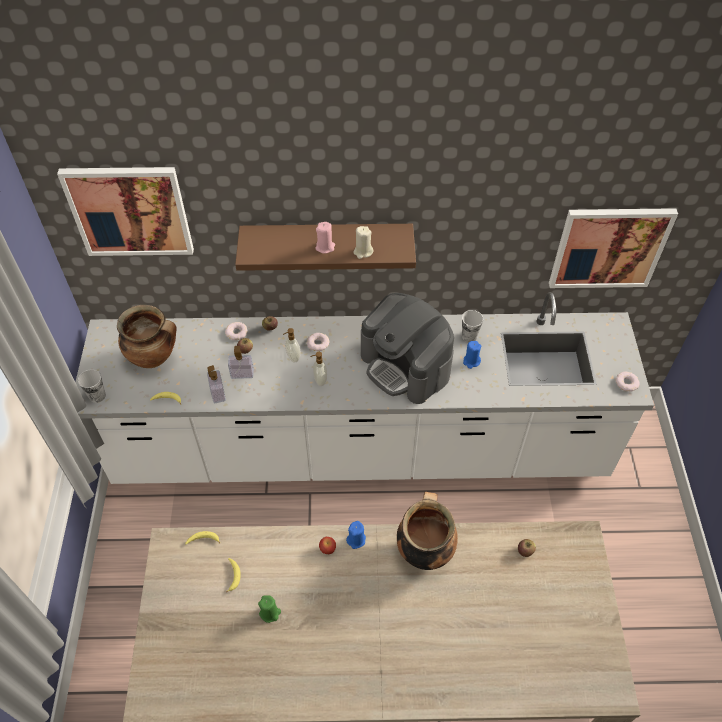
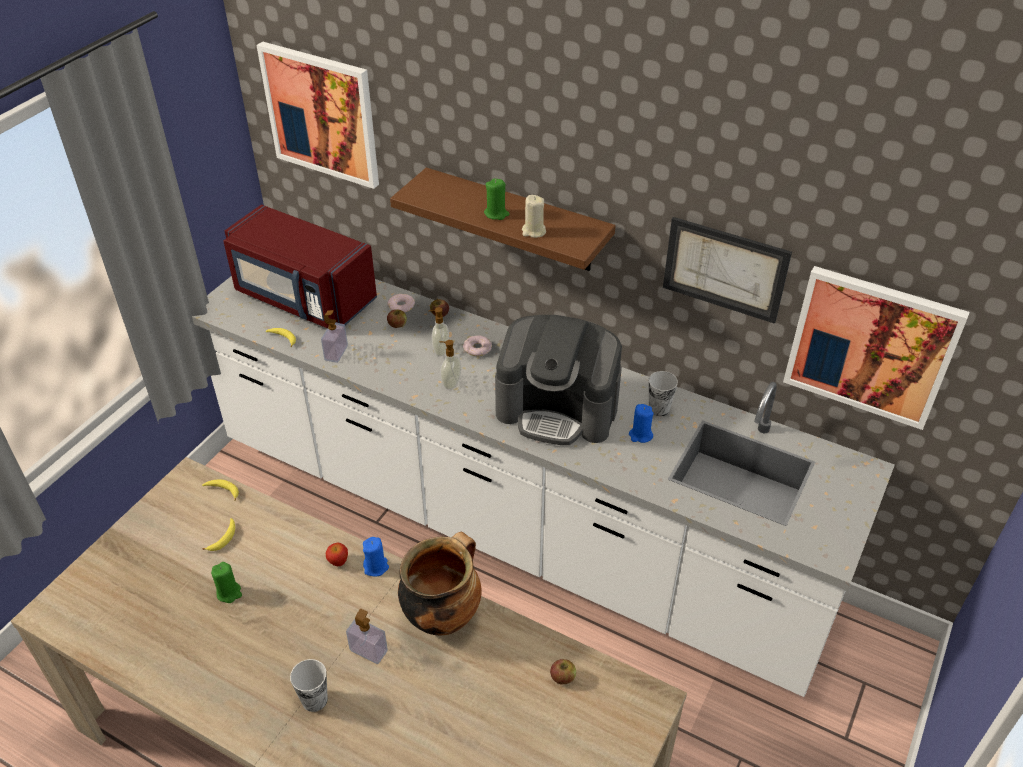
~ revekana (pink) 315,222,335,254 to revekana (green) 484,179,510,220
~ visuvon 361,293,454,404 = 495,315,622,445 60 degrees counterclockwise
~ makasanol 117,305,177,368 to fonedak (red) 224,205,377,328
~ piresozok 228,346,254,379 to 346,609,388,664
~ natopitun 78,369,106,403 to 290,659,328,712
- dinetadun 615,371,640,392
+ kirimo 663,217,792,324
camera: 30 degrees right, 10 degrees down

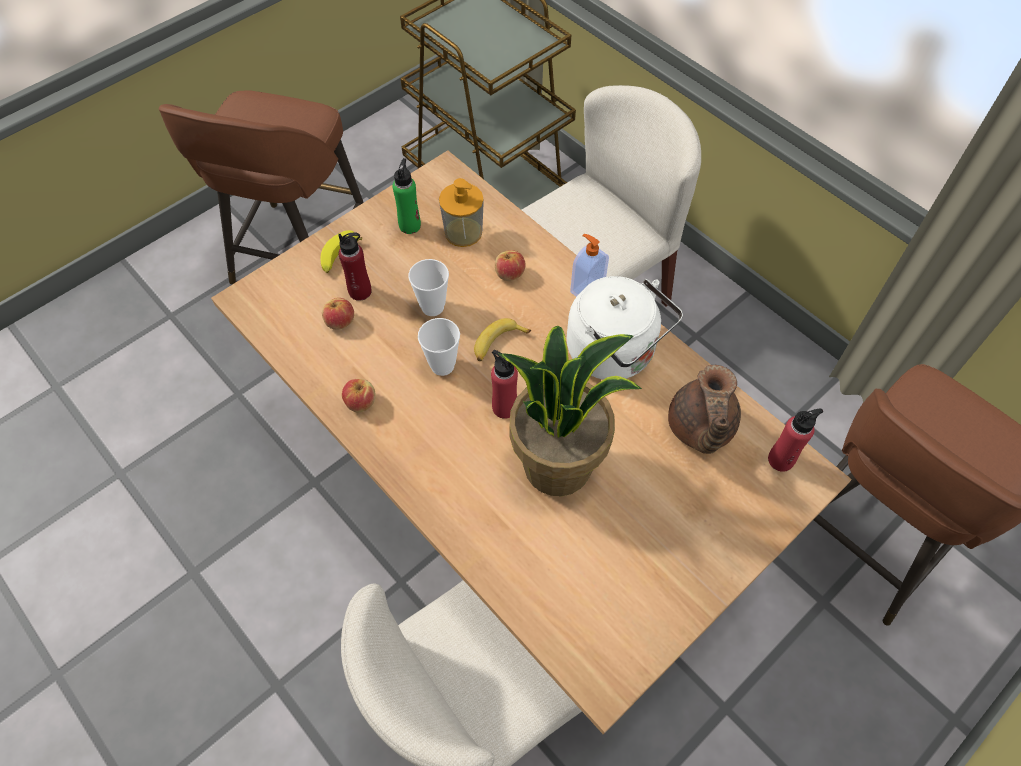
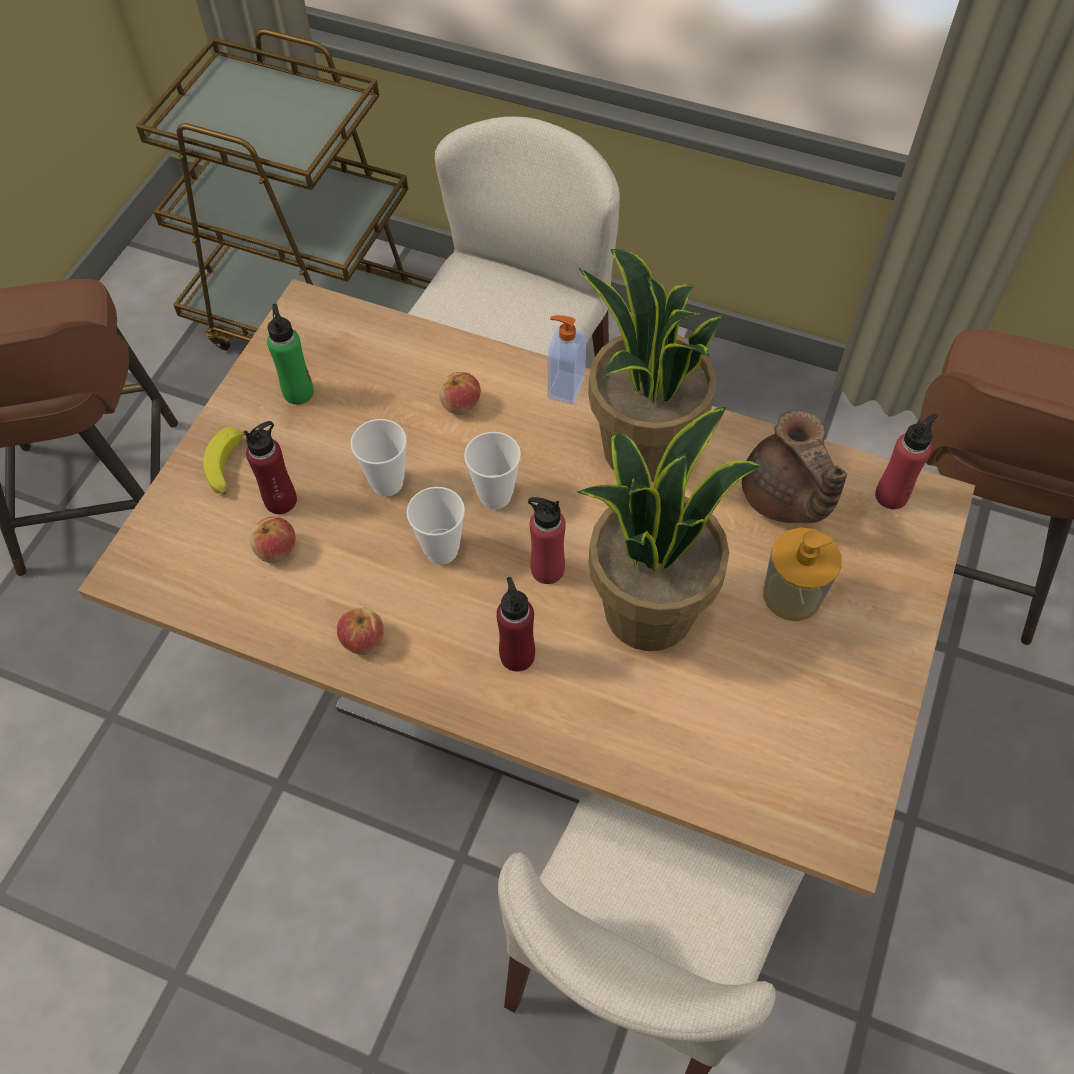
~ piresozok 439,178,484,247 to 763,527,841,621
~ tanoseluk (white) 567,276,683,380 to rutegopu 578,249,723,482
~ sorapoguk 474,318,531,361 to natopitun 464,432,521,509
+ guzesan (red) 496,577,535,672
camera: 25 degrees left, 0 degrees up

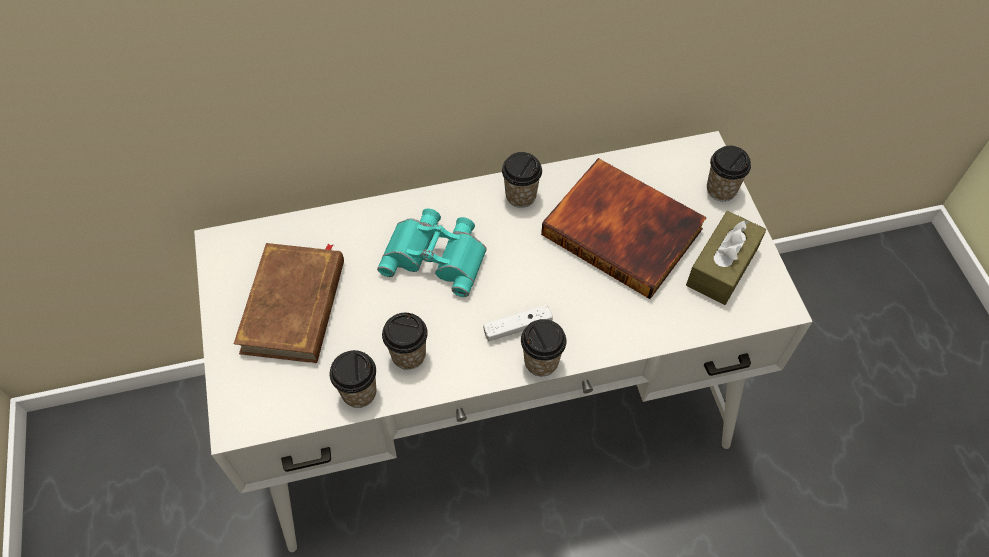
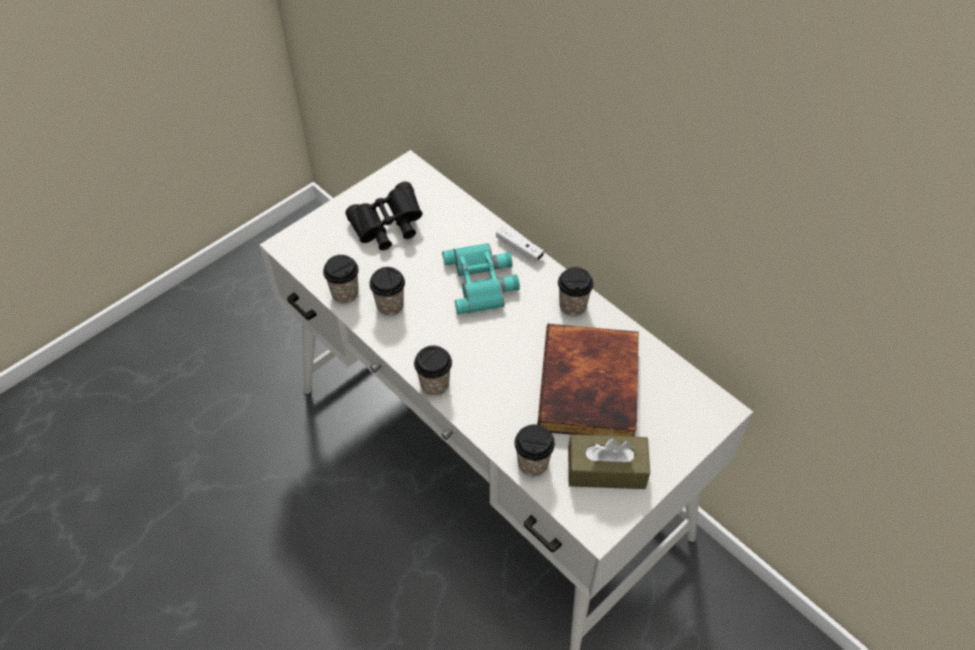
~ natopitun 707,146,751,201 to 515,424,555,476
~ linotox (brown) 234,243,344,363 to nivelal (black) 345,182,423,250
~ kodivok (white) 483,304,553,341 to 496,225,544,261
camera: 60 degrees right, 5 degrees down

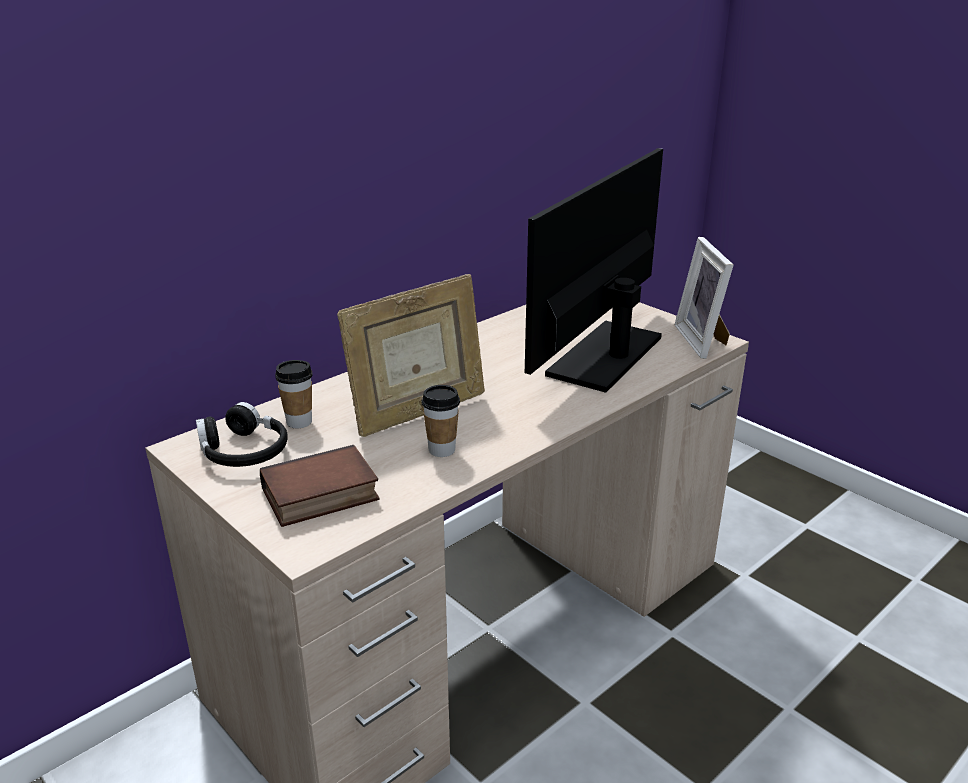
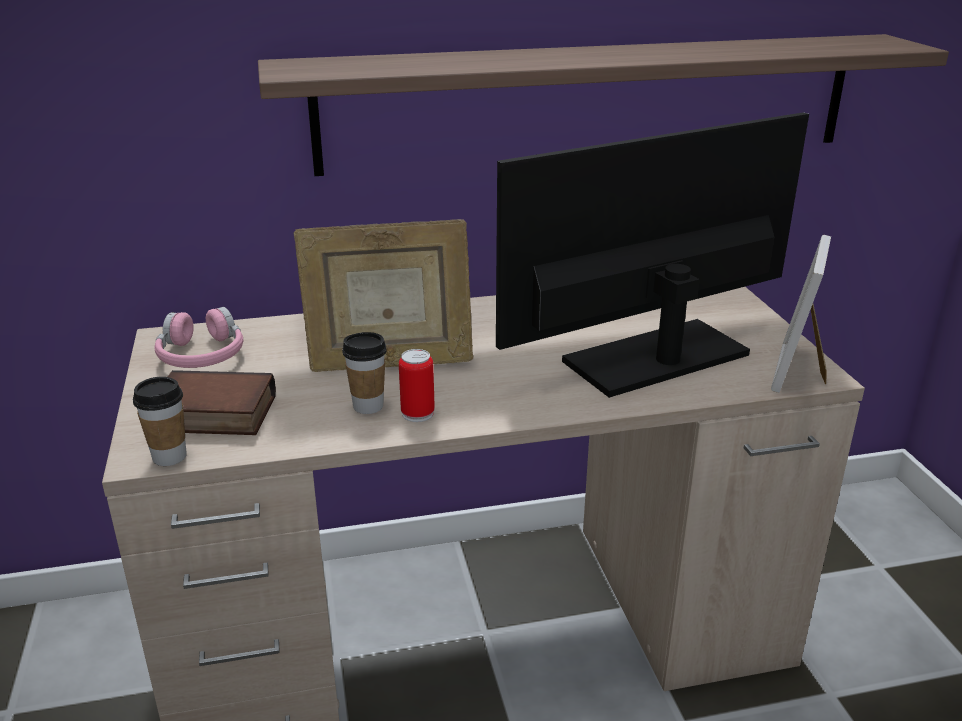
~ natopitun 275,360,313,428 to 133,377,187,466
~ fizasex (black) 196,402,288,467 to fizasex (pink) 154,307,244,368
+ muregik 258,34,949,176
+ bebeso 399,349,435,422
camera: 30 degrees right, 0 degrees up

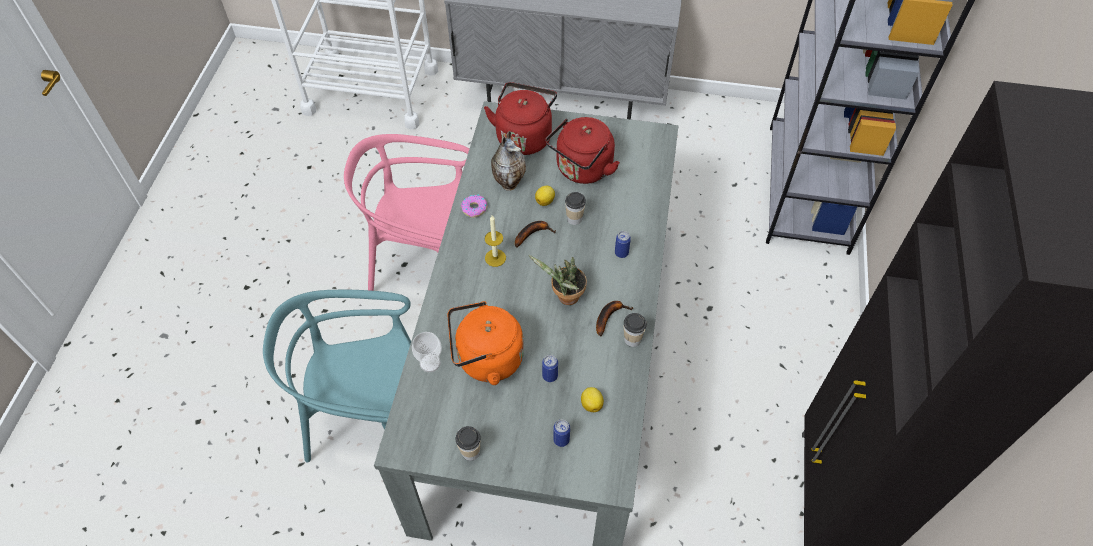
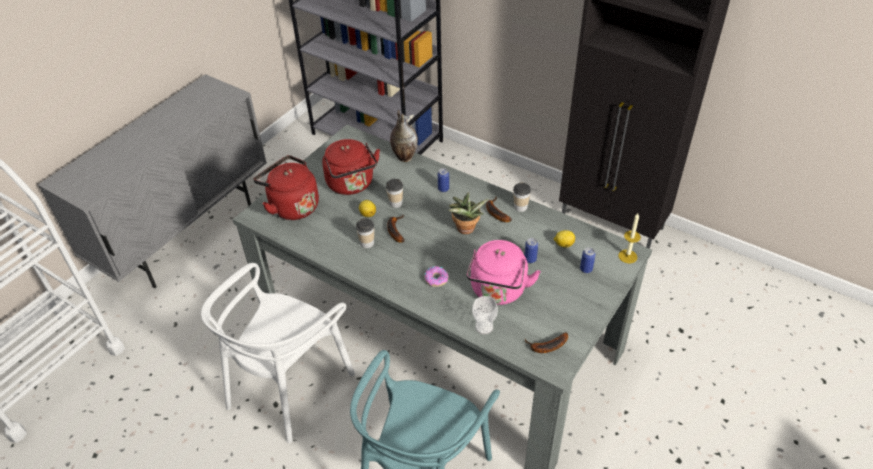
~ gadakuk 491,131,526,191 to 390,110,418,162
~ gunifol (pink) 344,134,469,291 to gunifol (white) 201,263,355,443
~ dinetadun 461,195,487,218 to 424,266,449,287
~ revekana 485,216,506,267 to 618,213,641,263
~ tanoseluk (orange) 447,301,524,385 to tanoseluk (pink) 466,240,541,305
~ natopitun 456,426,481,461 to 356,218,374,249
+ sorapoguk 525,332,568,353
camera: 65 degrees left, 10 degrees down

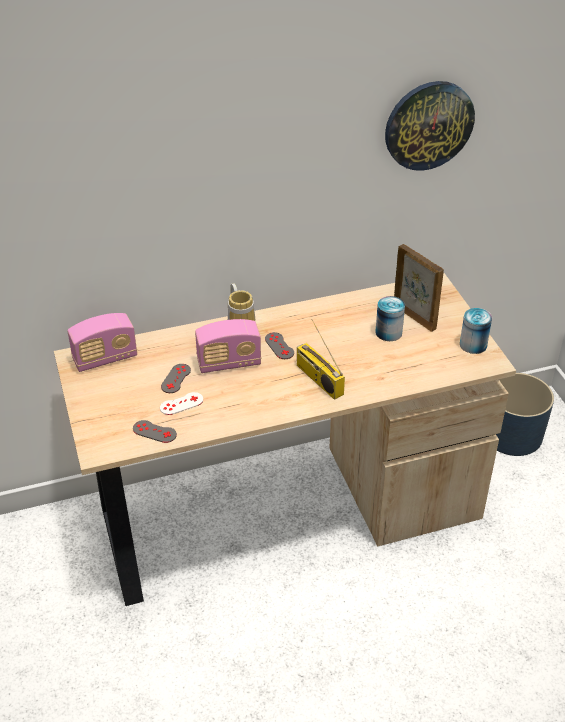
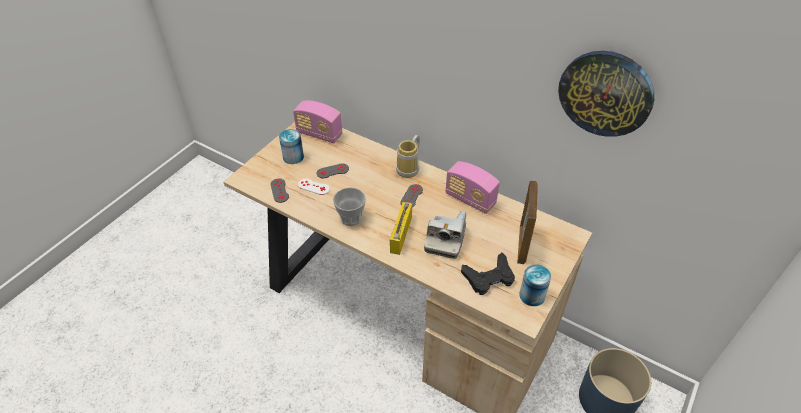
~ bebeso 375,296,405,341 to 279,129,304,164
~ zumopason 195,319,261,373 to 445,161,500,214
+ natopitun 333,187,366,226
+ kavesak 424,211,466,259
+ kodivok (black) 461,253,515,295
camera: 50 degrees right, 5 degrees up

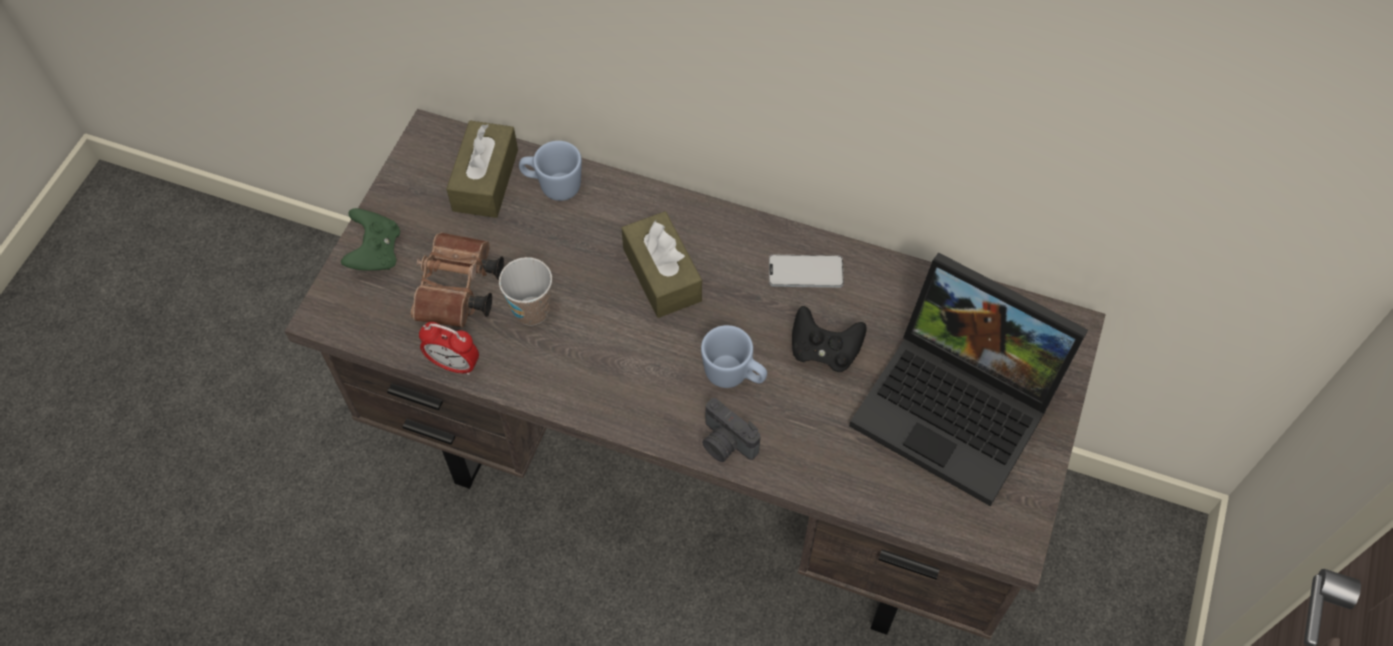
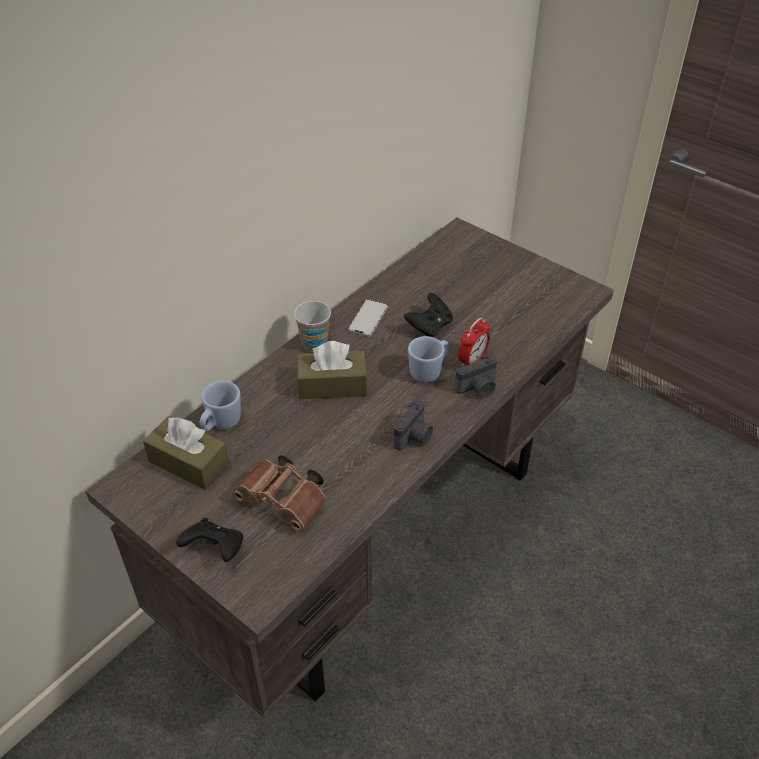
~ kodivok (green) 341,208,400,271 to kodivok (black) 176,518,243,562
- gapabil 849,253,1088,506
~ natopitun 499,257,552,326 to 294,301,331,352
~ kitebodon 419,322,479,375 to 458,317,490,367
+ kavesak 393,400,433,451
camera: 70 degrees left, 15 degrees down

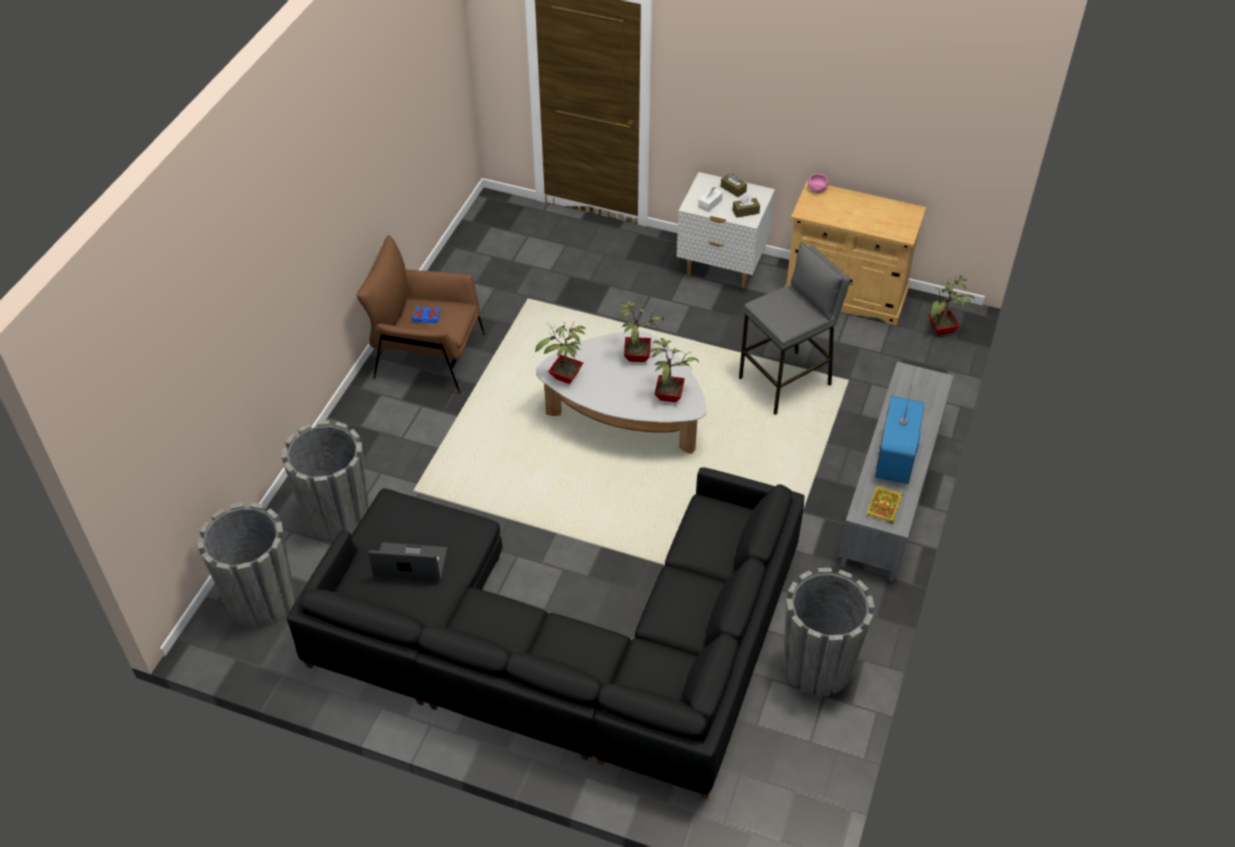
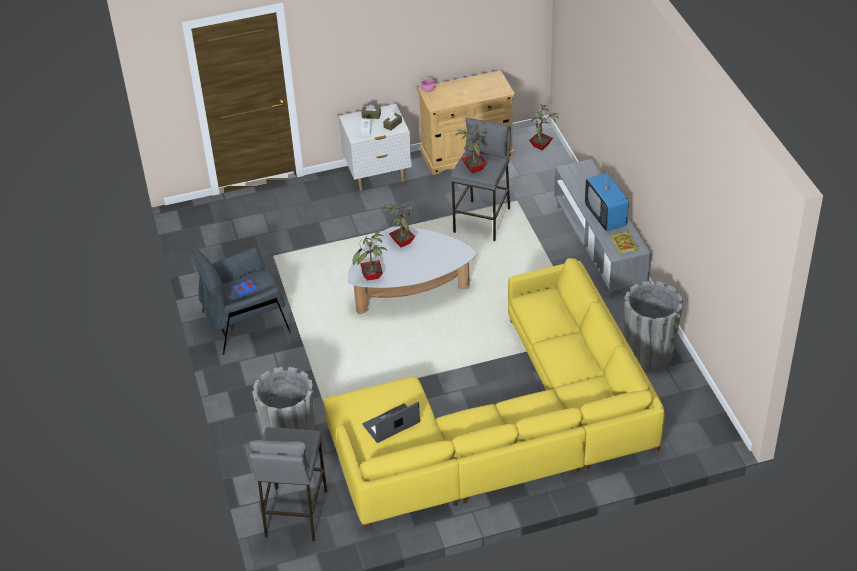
~ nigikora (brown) 356,235,485,394 to nigikora (grey) 188,245,291,355
~ rutegopu 650,338,699,402 to 456,130,487,173
~ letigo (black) 287,467,805,800 to letigo (yellow) 323,258,665,530
~ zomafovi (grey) 197,502,295,628 to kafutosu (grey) 249,427,327,542
camera: 35 degrees left, 5 degrees down

